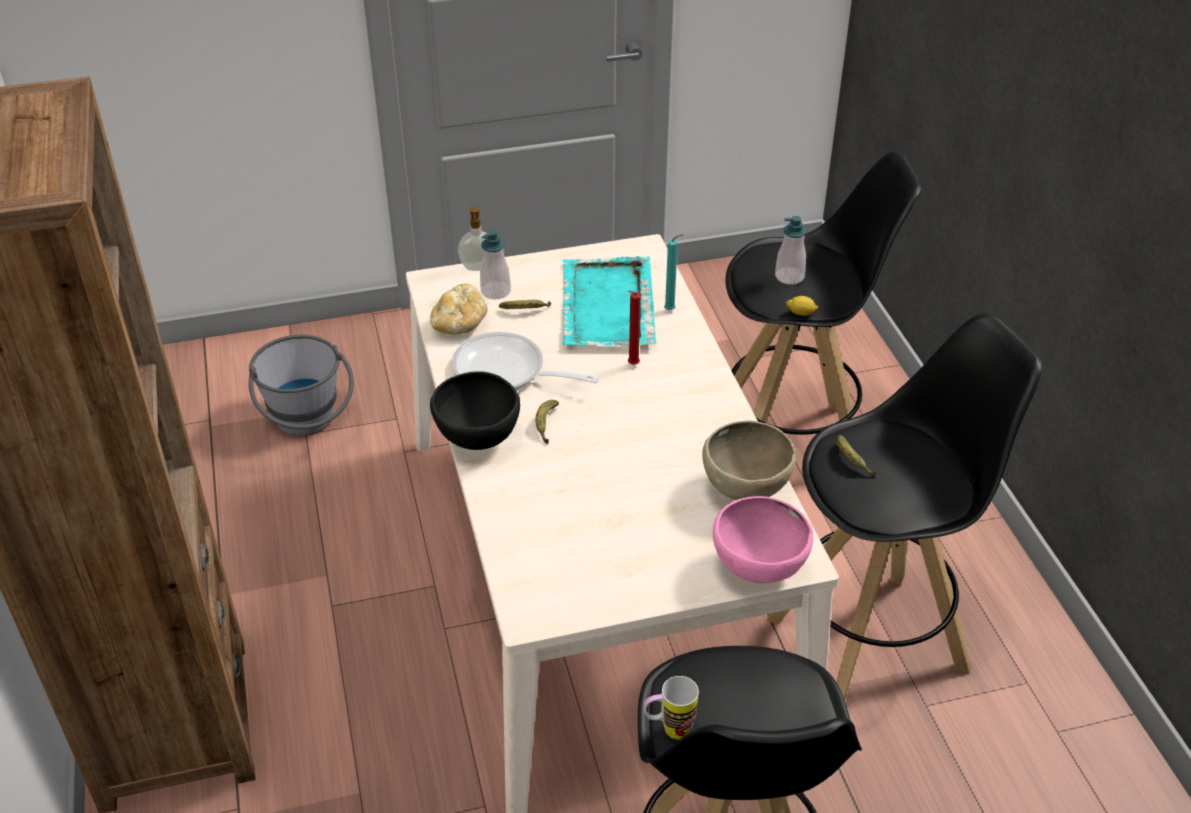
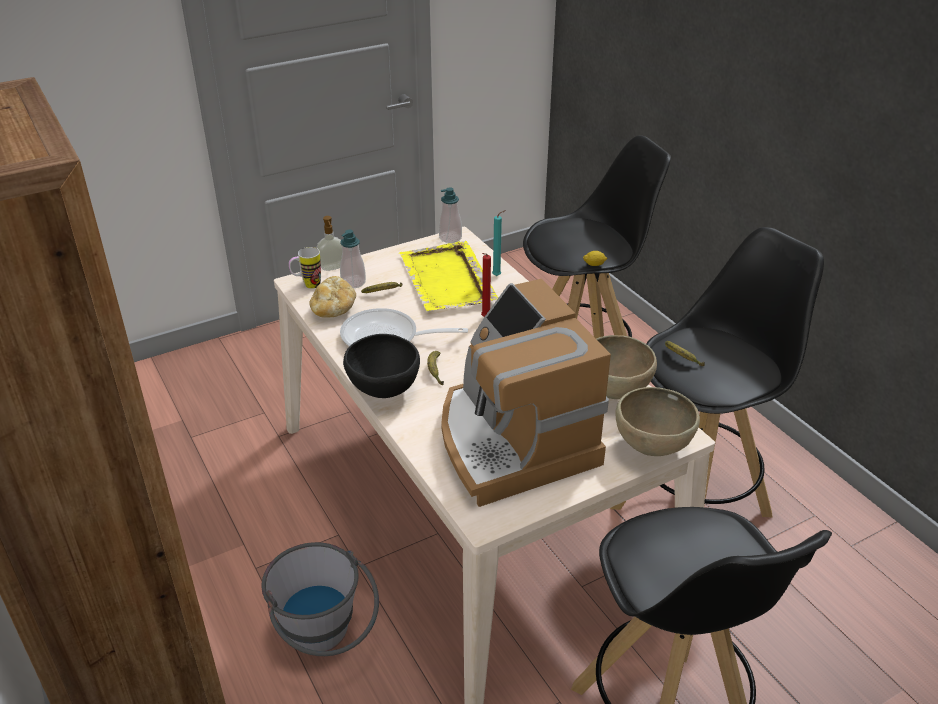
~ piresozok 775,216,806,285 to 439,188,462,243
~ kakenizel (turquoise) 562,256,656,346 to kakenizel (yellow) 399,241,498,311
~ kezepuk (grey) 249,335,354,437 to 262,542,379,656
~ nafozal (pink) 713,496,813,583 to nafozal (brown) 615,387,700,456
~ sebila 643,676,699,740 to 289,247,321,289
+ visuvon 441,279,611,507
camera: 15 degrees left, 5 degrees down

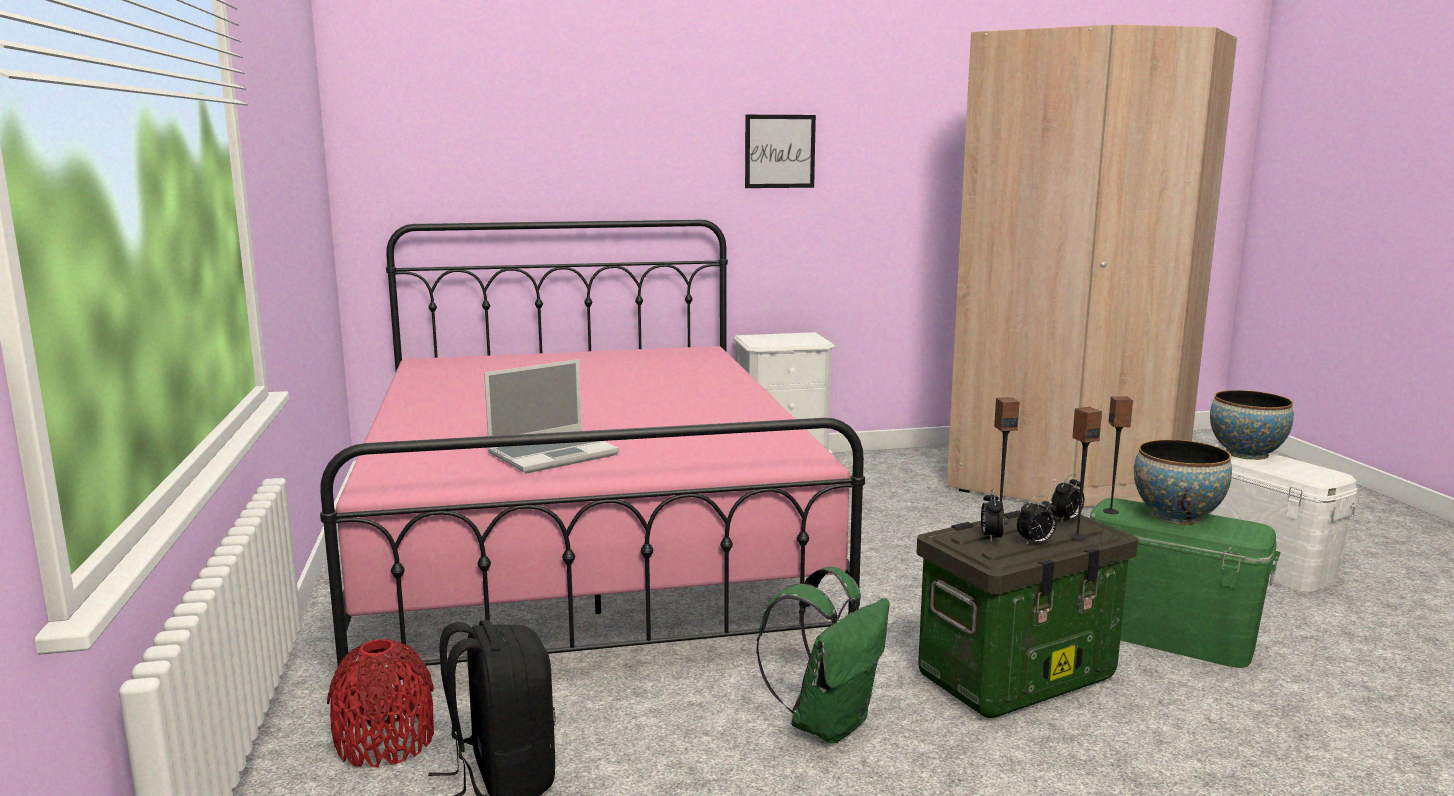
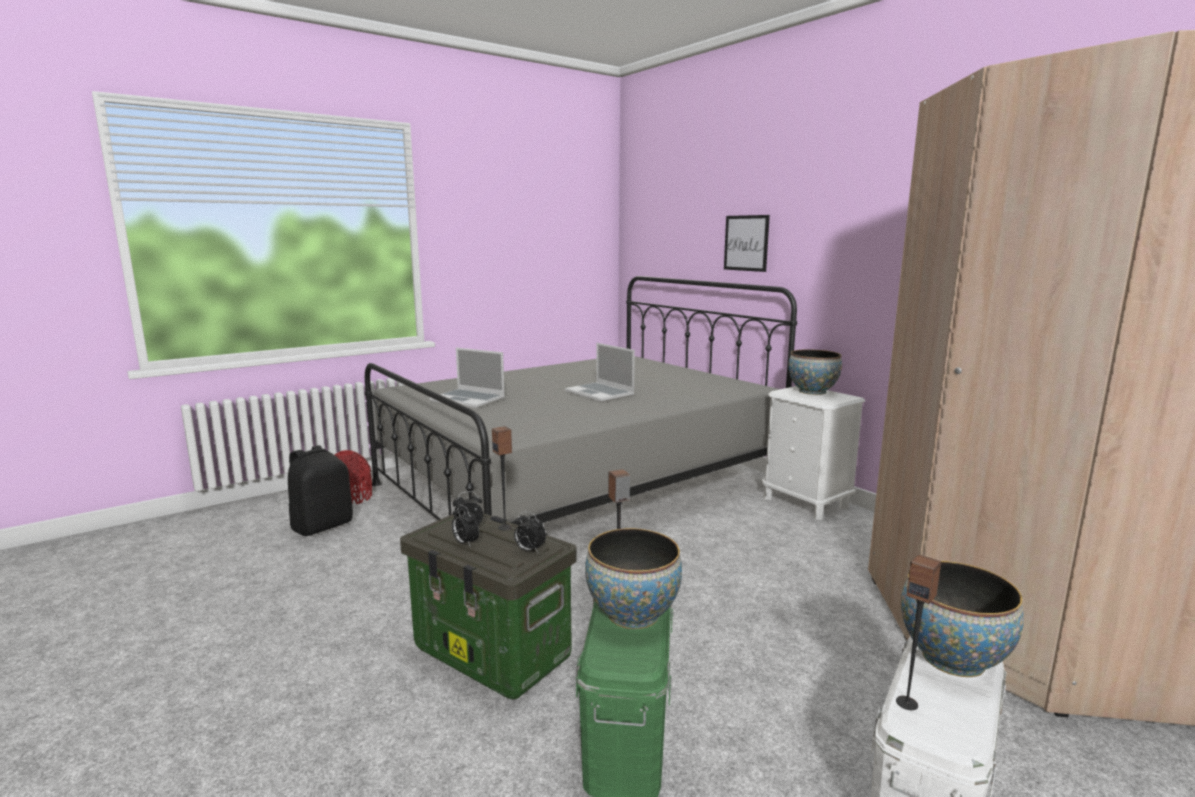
~ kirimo 745,115,816,188 to 724,215,770,272
~ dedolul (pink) 320,219,865,666 to dedolul (grey) 365,276,797,525
~ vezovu 1069,407,1102,540 to 896,554,941,710
- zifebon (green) 756,567,890,743
+ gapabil 565,343,635,402
+ nafozal 789,350,842,395
camera: 65 degrees right, 0 degrees up

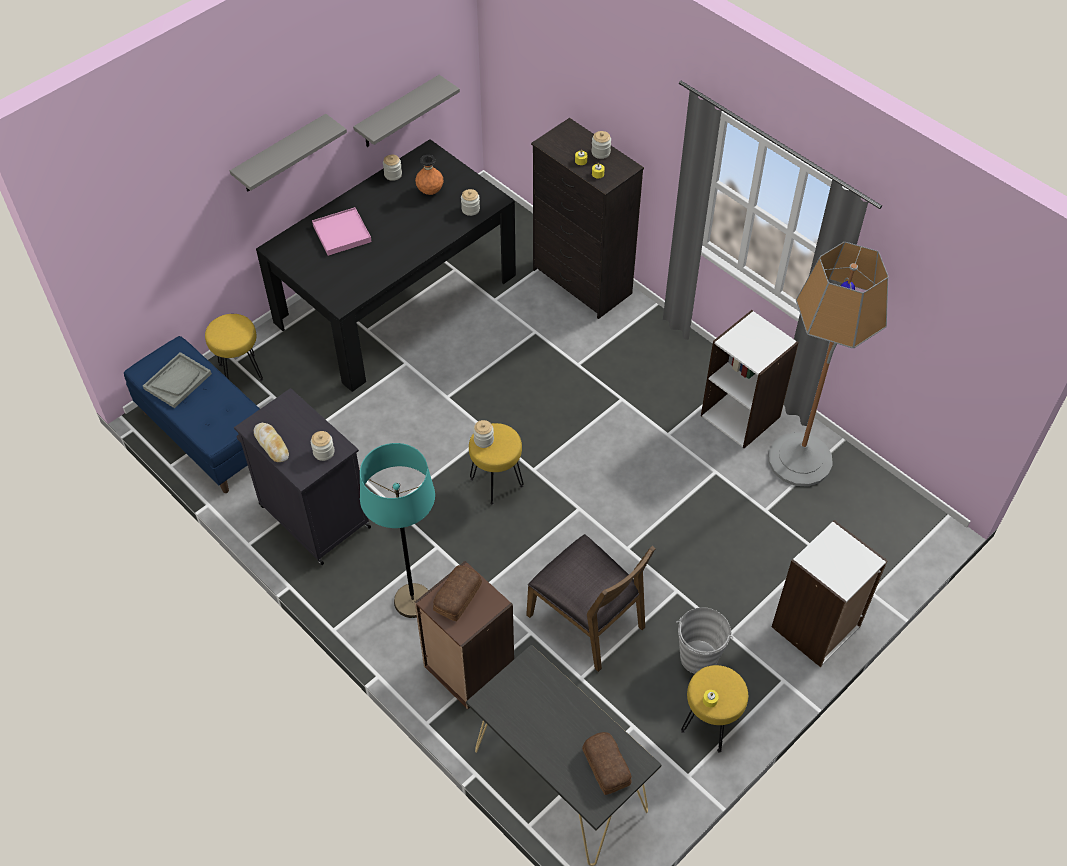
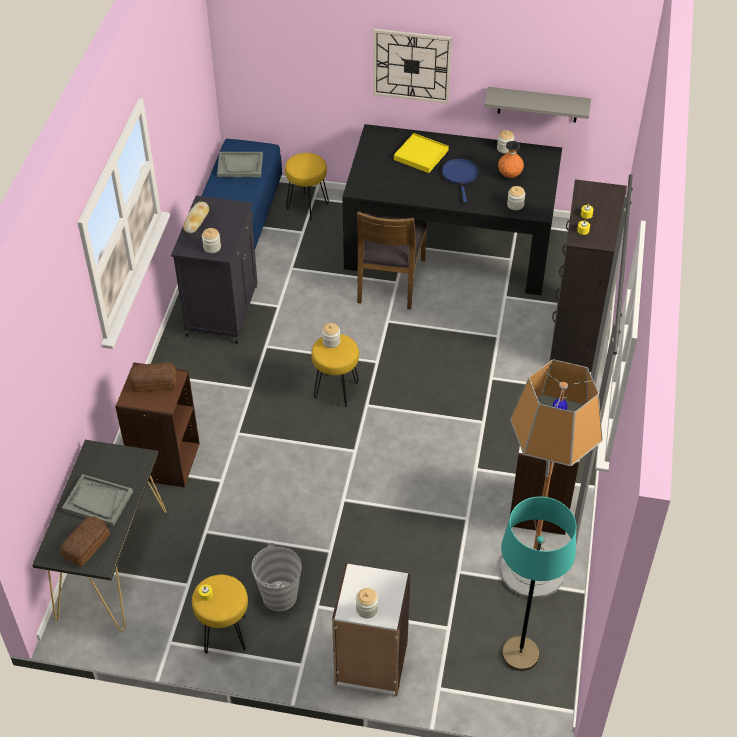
~ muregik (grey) 230,114,347,192 to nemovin 373,28,452,104
~ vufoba 591,131,611,159 to 356,588,378,618
~ kakenizel (pink) 312,207,372,256 to kakenizel (yellow) 394,133,449,173
~ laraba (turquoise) 360,443,435,618 to 501,497,576,671
~ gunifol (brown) 526,534,655,672 to 357,212,427,310
+ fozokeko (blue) 442,159,479,202
+ kakenizel (grey) 62,474,133,526
camera: 55 degrees right, 5 degrees down

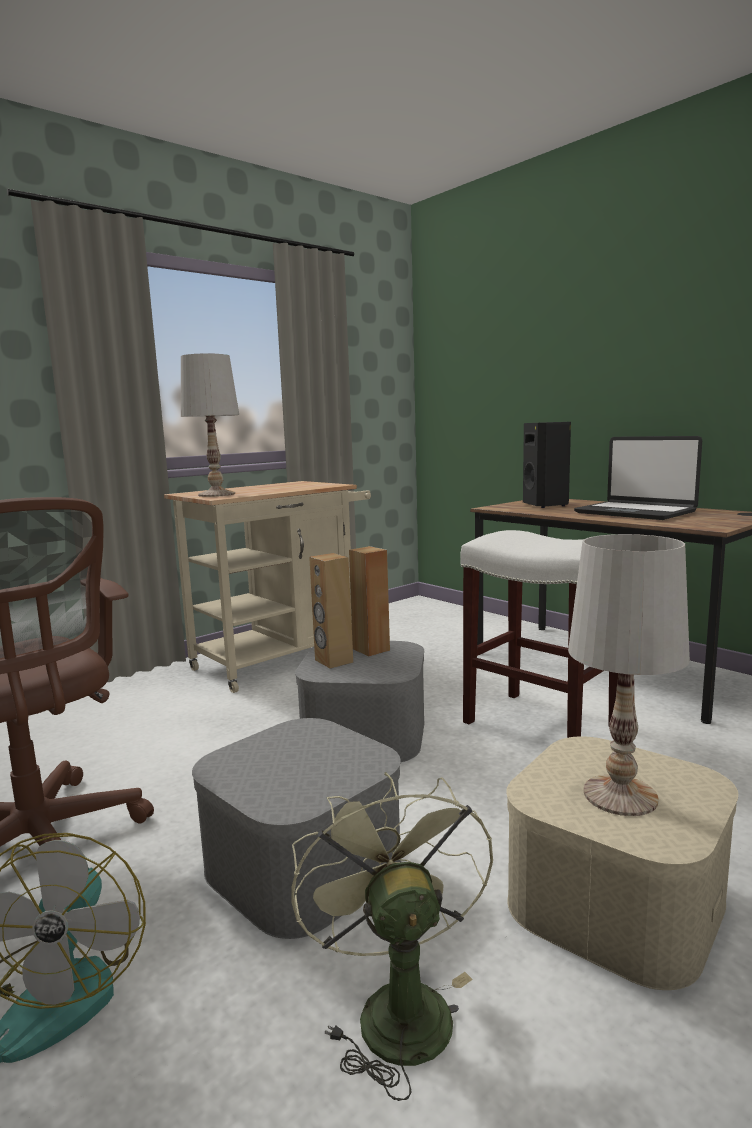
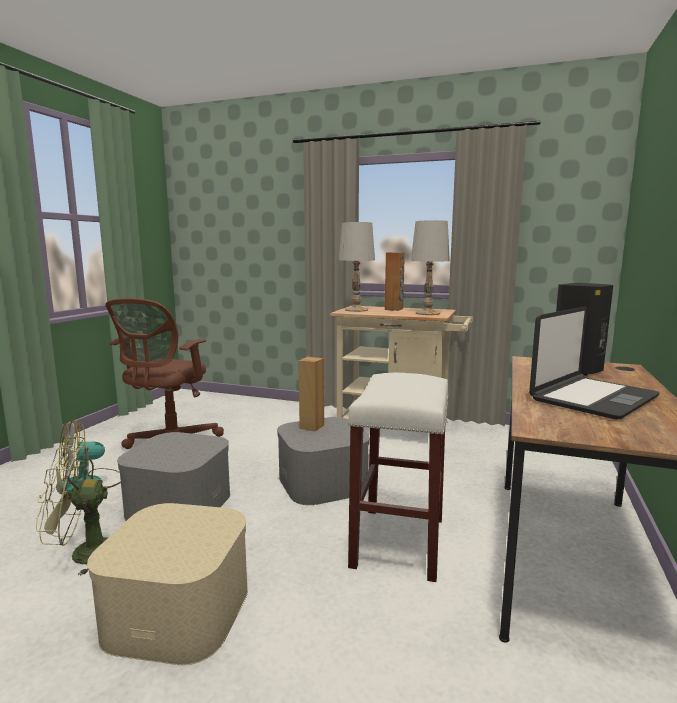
~ gapabil 574,436,702,520 = 529,307,660,420 150 degrees counterclockwise
~ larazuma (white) 568,534,690,816 to 411,220,450,315
~ vezovu (brown) 349,546,390,656 to 385,252,405,311
~ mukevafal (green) 291,772,493,1101 = 36,445,108,576 150 degrees counterclockwise
camera: 60 degrees right, 0 degrees up

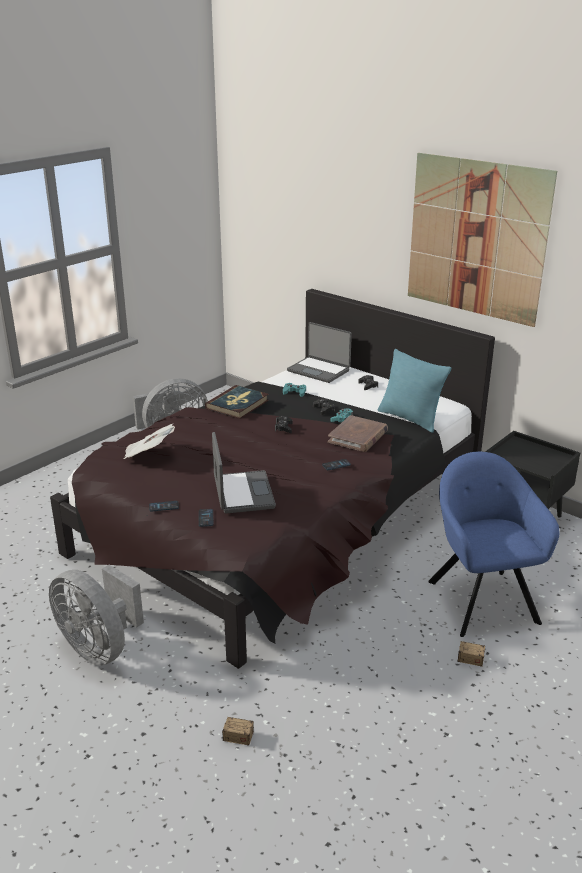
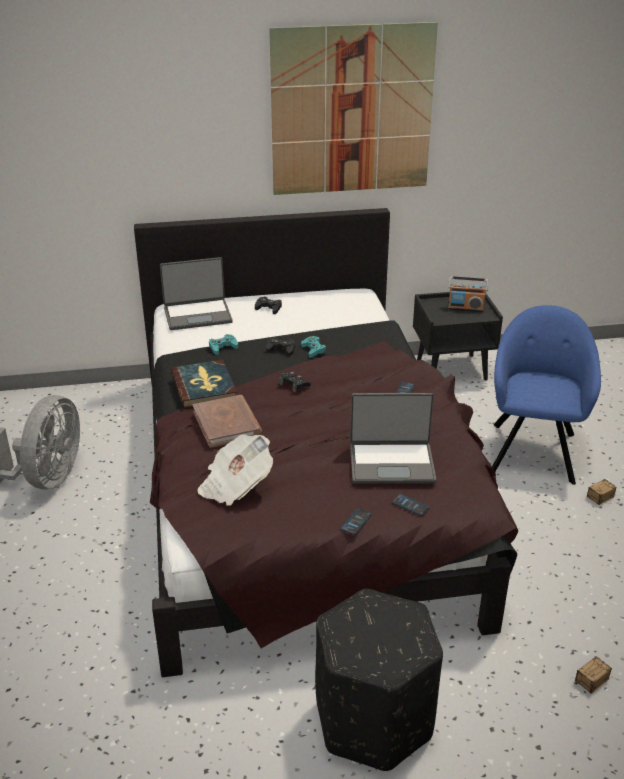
- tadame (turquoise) 378,349,451,433
~ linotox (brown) 328,415,388,452 to 193,395,262,448
~ gapabil 212,432,276,513 = 350,393,436,484 150 degrees clockwise
~ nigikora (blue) 428,451,559,637 = 492,305,601,485 75 degrees clockwise
~ mukevafal (grey) 49,565,144,666 to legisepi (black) 315,589,443,771
+ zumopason 448,276,488,312
camera: 50 degrees left, 5 degrees up

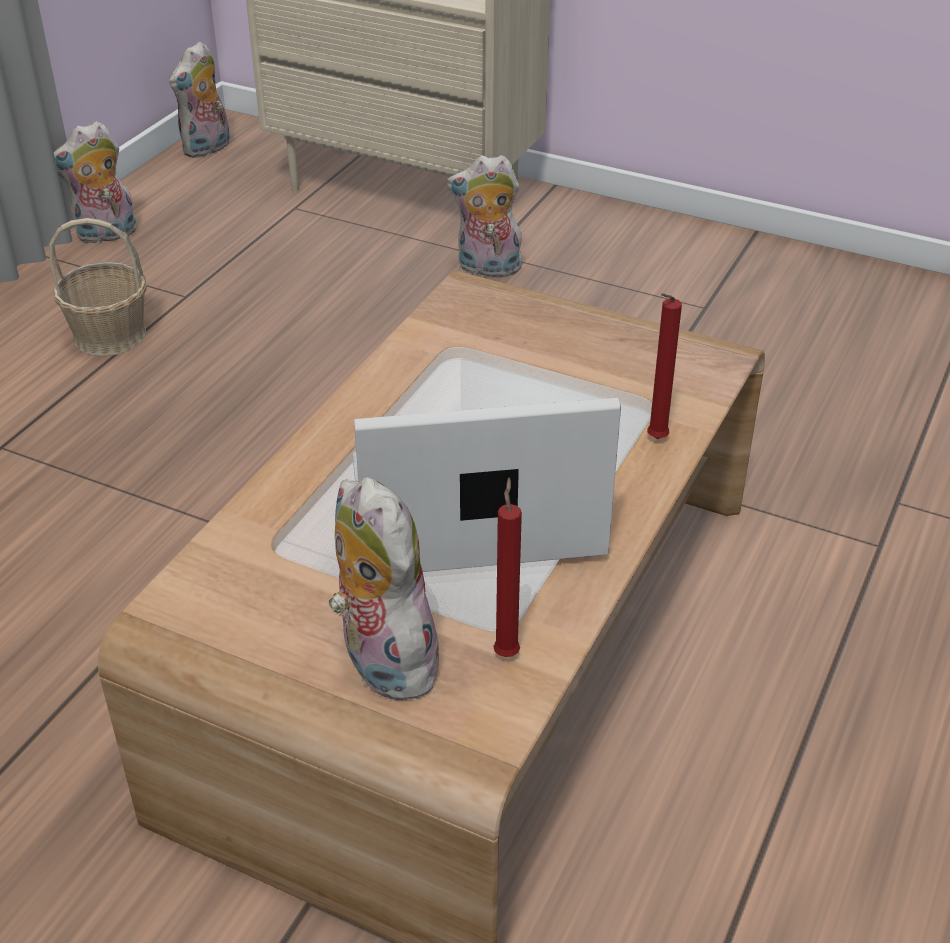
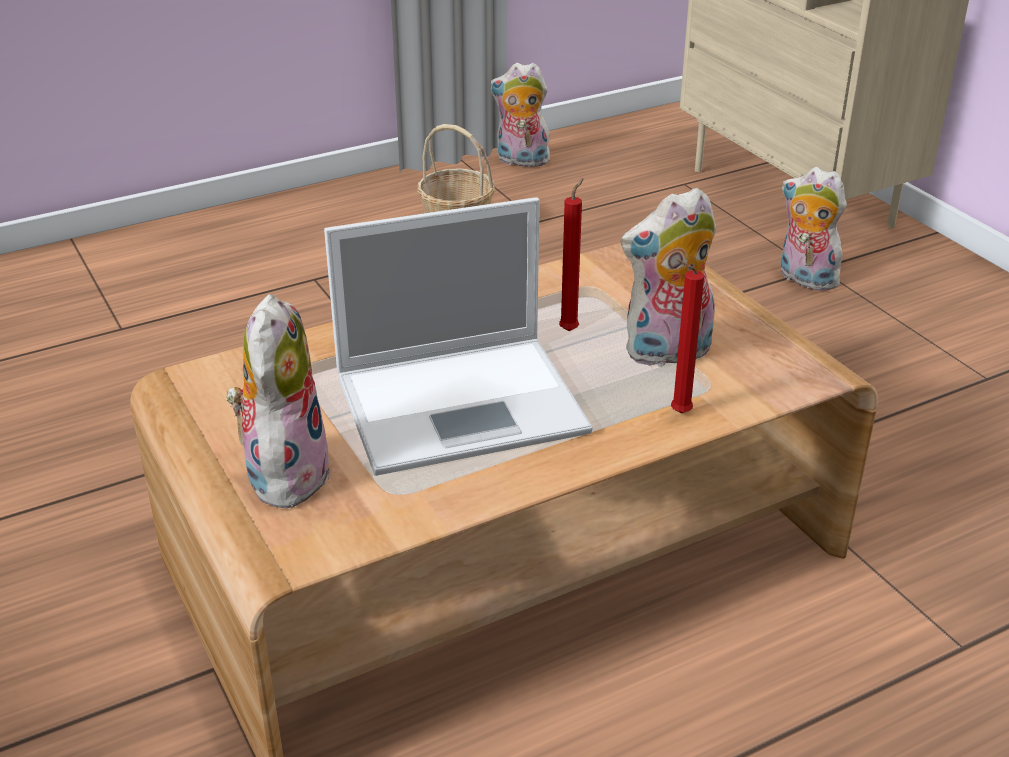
~ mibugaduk 169,41,230,158 to 620,188,716,368
~ gapabil 353,398,621,572 = 324,197,593,476 135 degrees clockwise
~ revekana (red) 493,478,522,657 to 559,178,584,331
camera: 35 degrees right, 5 degrees down

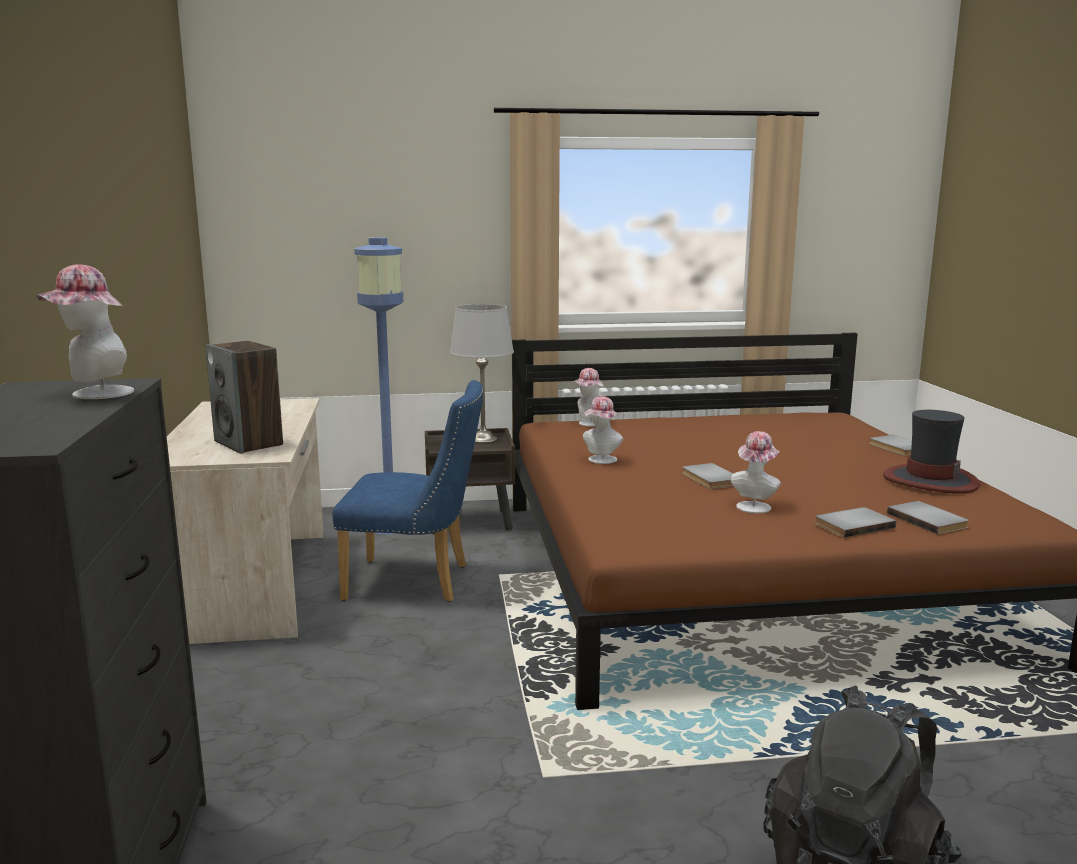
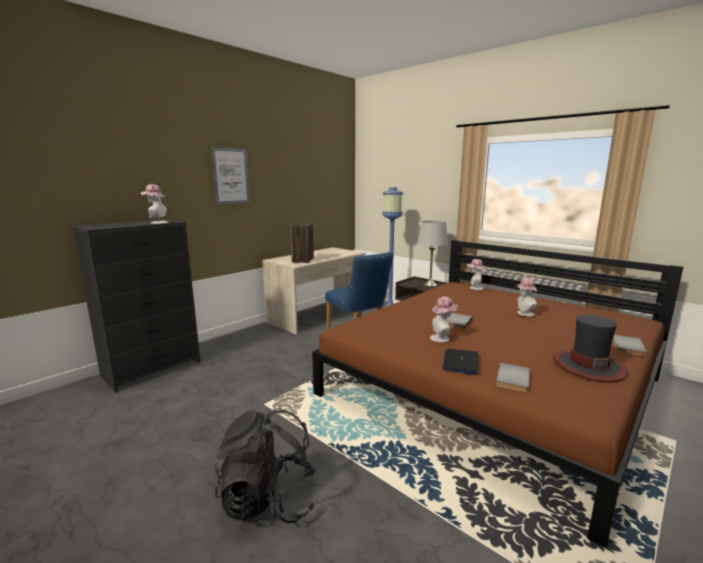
~ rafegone 583,396,623,464 to 515,278,538,317
~ linotox (grey) 815,507,896,538 to gapabil 442,349,478,375
+ kirimo 211,147,250,204
camera: 50 degrees right, 0 degrees up

